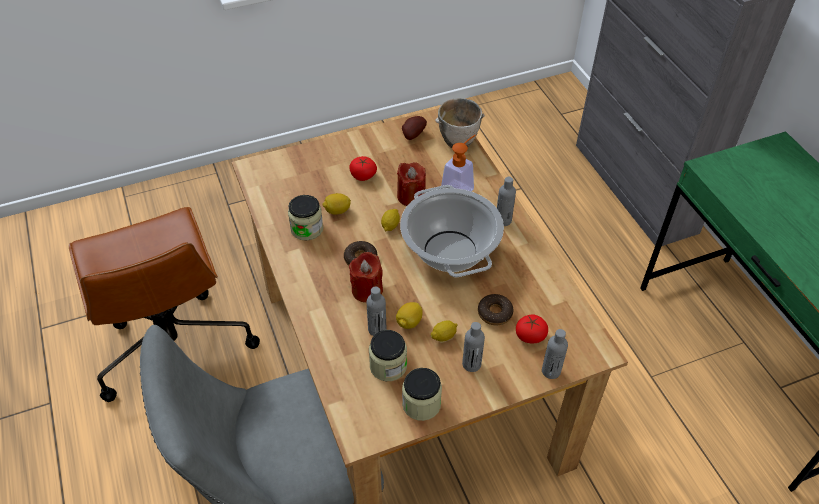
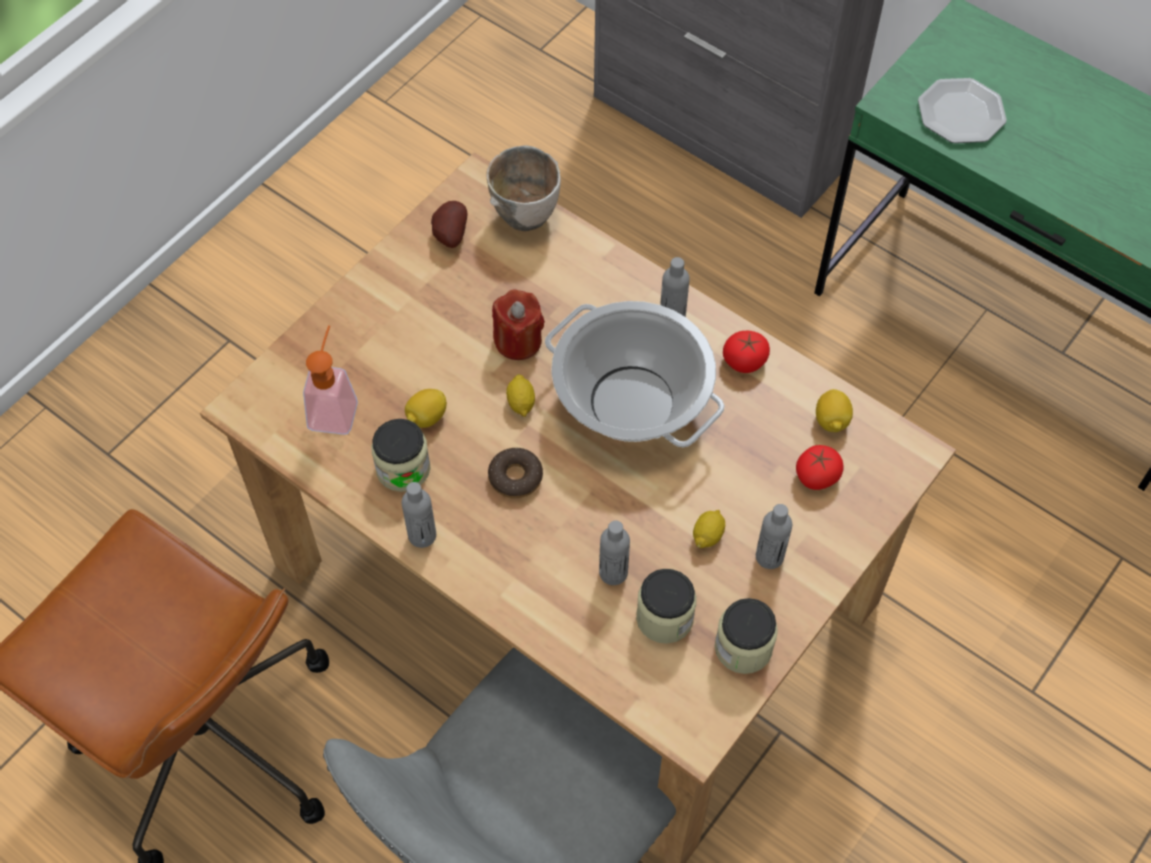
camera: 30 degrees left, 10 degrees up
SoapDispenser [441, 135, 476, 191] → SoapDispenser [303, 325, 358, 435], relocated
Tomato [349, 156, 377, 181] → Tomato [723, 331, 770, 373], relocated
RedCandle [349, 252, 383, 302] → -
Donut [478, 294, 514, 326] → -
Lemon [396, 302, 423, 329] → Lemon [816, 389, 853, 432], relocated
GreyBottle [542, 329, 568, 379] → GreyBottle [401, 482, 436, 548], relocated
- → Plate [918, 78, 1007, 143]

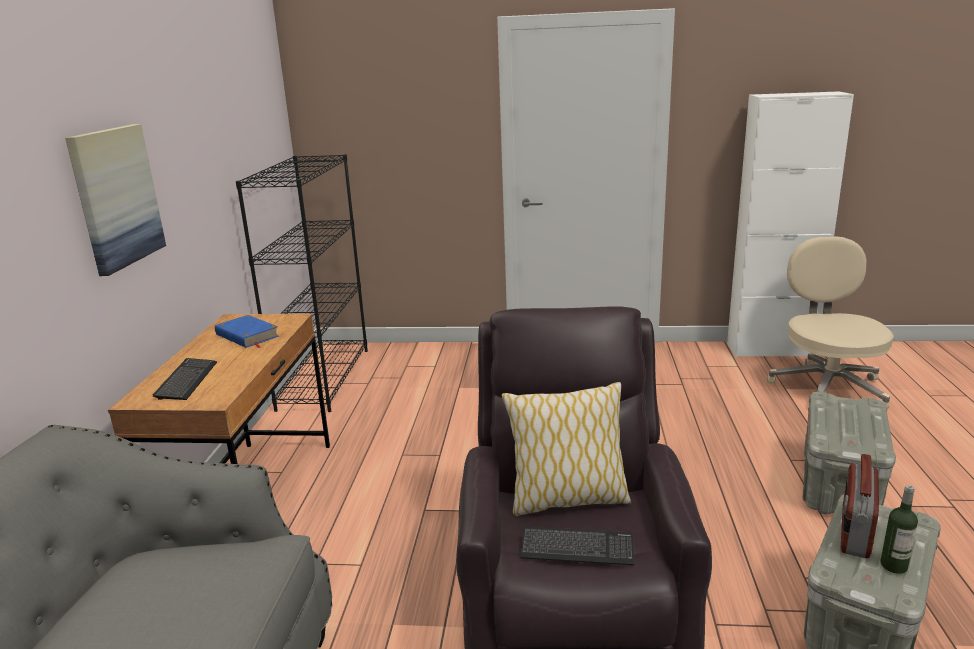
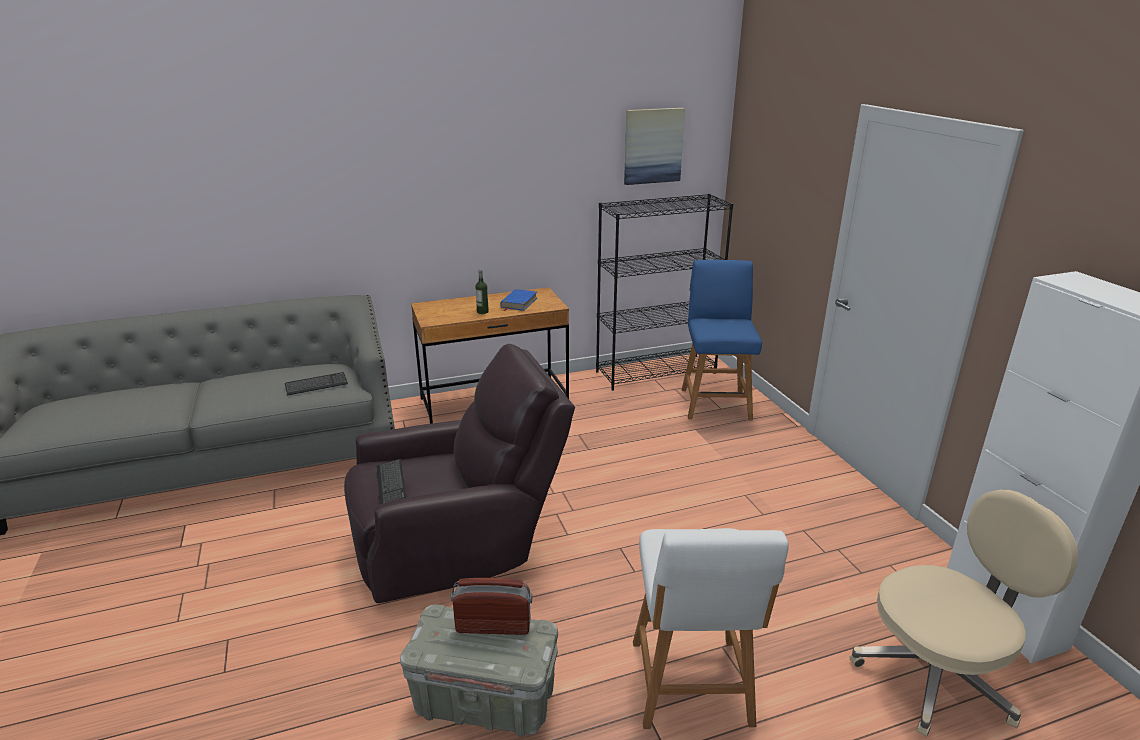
camera: 65 degrees right, 5 degrees up
Picture [65, 124, 166, 276] → Picture [624, 108, 685, 185], relocated
Keyboard [153, 358, 217, 400] → Keyboard [285, 372, 348, 395], relocated
Pillow [502, 382, 631, 516] → -
GreyStorageBox [802, 392, 896, 515] → WhiteChair [633, 528, 789, 729]
Bottle [880, 485, 918, 574] → Bottle [475, 269, 489, 314], relocated
- → BlueChair [682, 260, 762, 420]

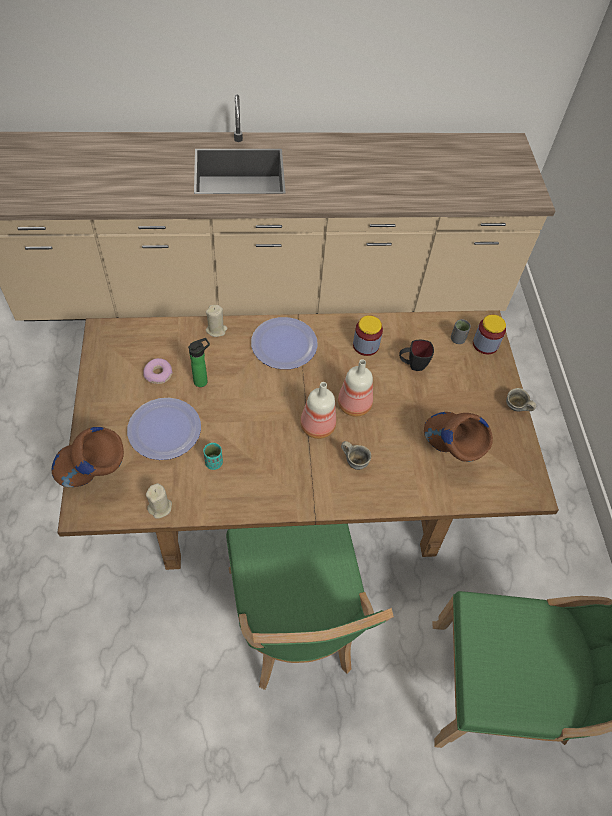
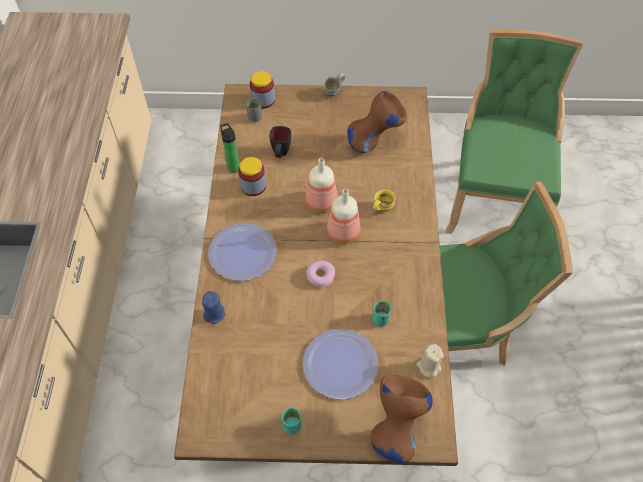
camera: 80 degrees left, 0 degrees up
BeigeCandle [206, 305, 227, 337] → BlueCandle [202, 291, 225, 324]
Bottle [188, 338, 210, 387] → Bottle [220, 123, 240, 173], relocated
Donut [143, 358, 173, 384] → Donut [306, 260, 335, 287], relocated
GreyMug [341, 441, 371, 470] → YellowMug [373, 190, 396, 211]
- → TurquoiseCup [282, 408, 301, 435]

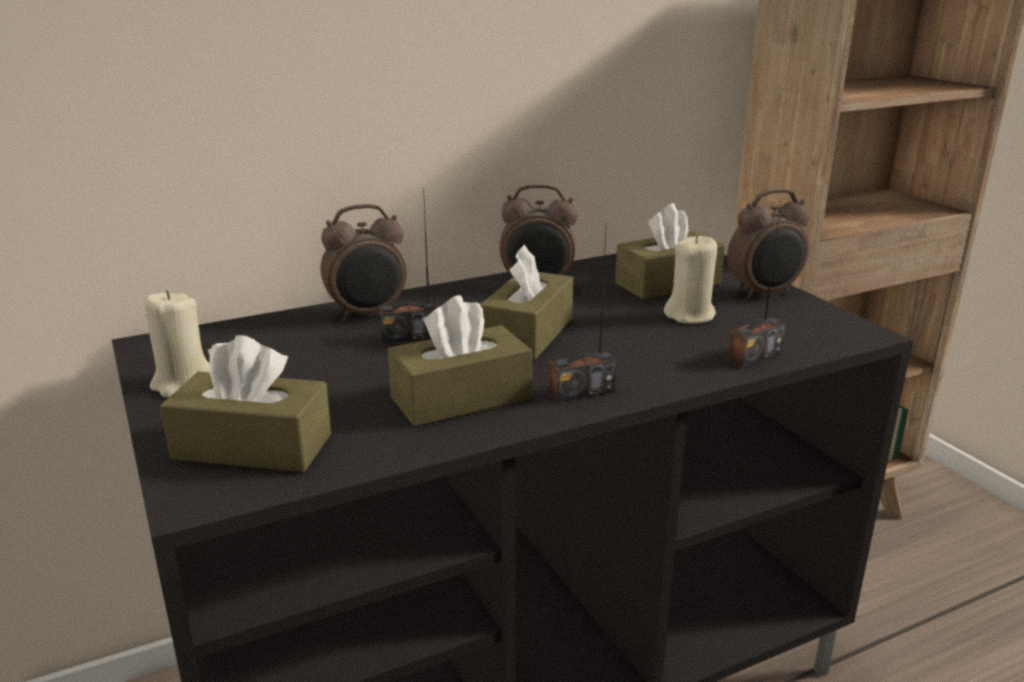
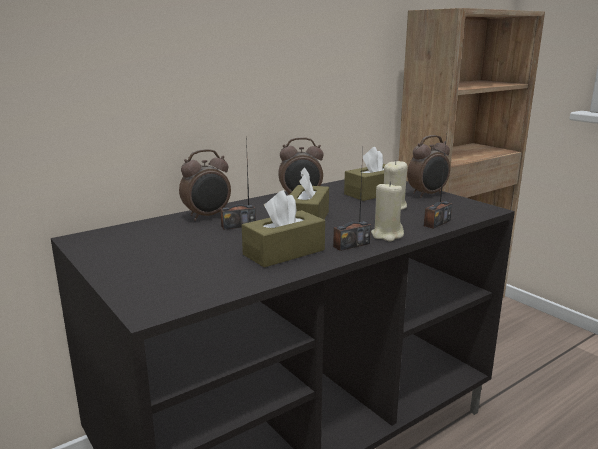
camera: 10 degrees left, 5 degrees down
BeigeCandle [144, 290, 209, 398] → BeigeCandle [371, 181, 404, 241], relocated
BrownTissueBox [160, 335, 331, 472] → -

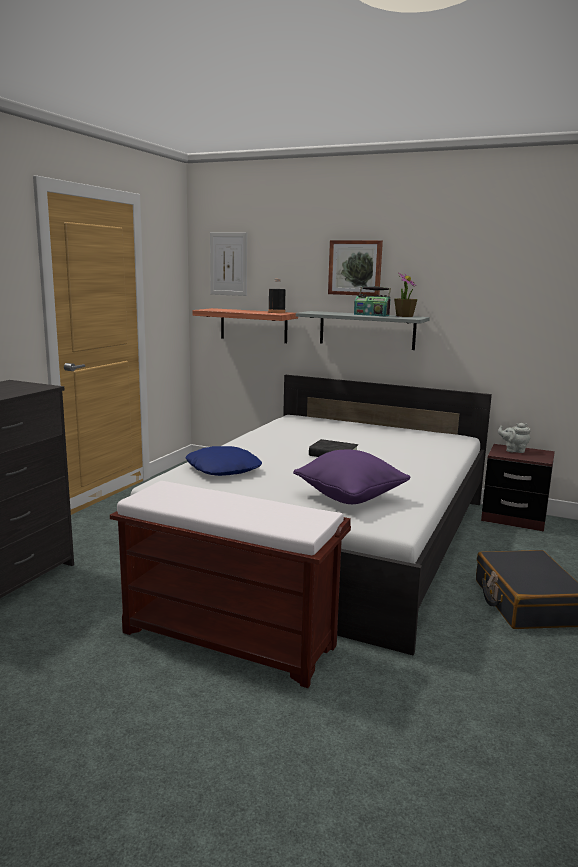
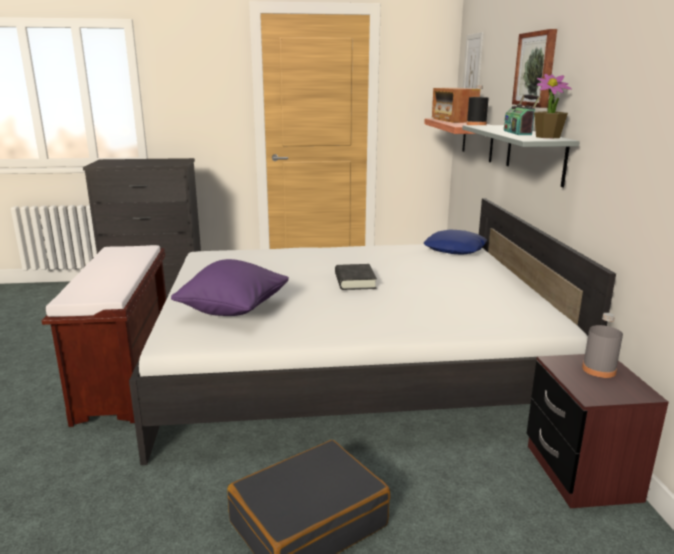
camera: 60 degrees right, 5 degrees up
GreyTeapot [498, 423, 531, 453] → GreyBottle [582, 313, 623, 378]
BluePillow [186, 446, 262, 476] → BluePillow [424, 230, 487, 255], relocated
- → Radio [432, 88, 480, 123]

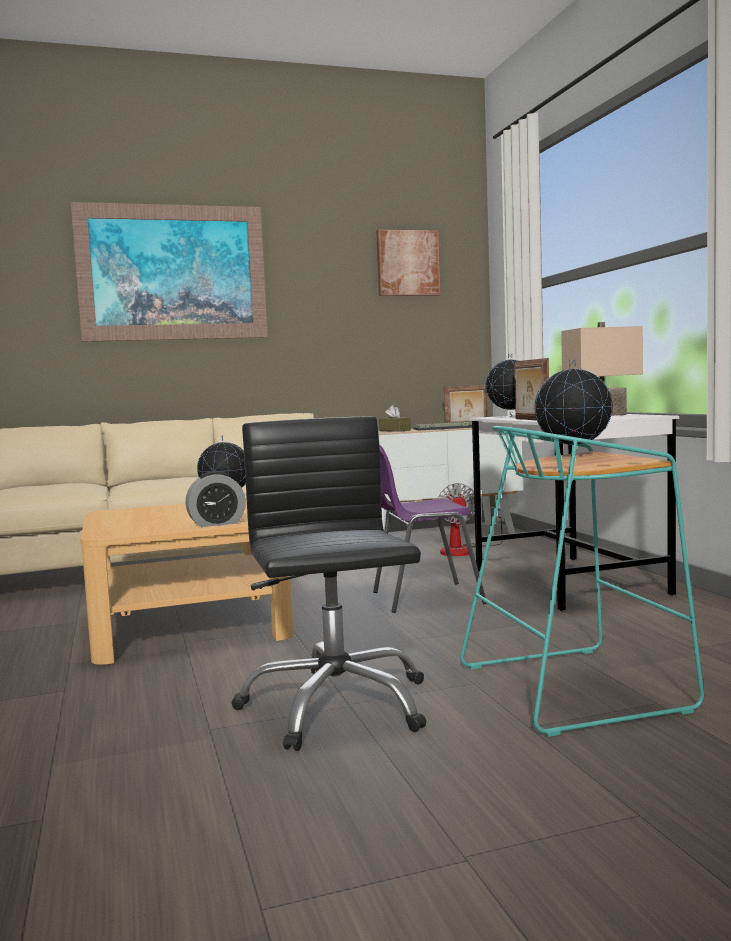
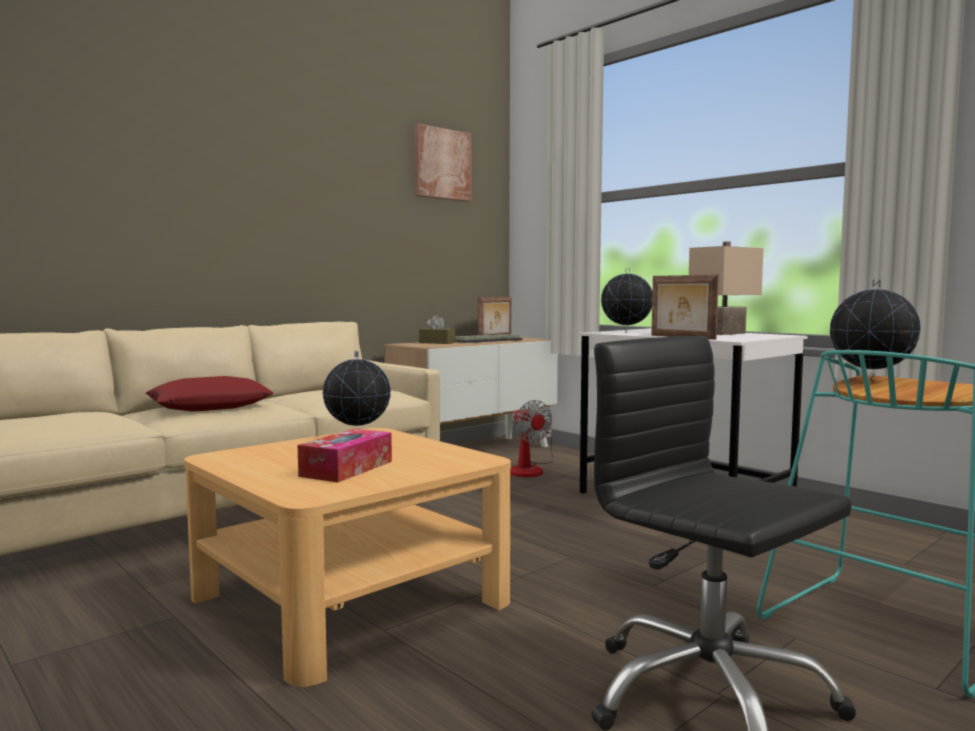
camera: 25 degrees left, 0 degrees up
Picture [71, 202, 268, 342] → -
PurpleChair [373, 445, 486, 613] → -
AlarmClock [185, 471, 246, 527] → -
- → RedPillow [146, 376, 274, 411]
- → TissueBox [298, 429, 392, 482]

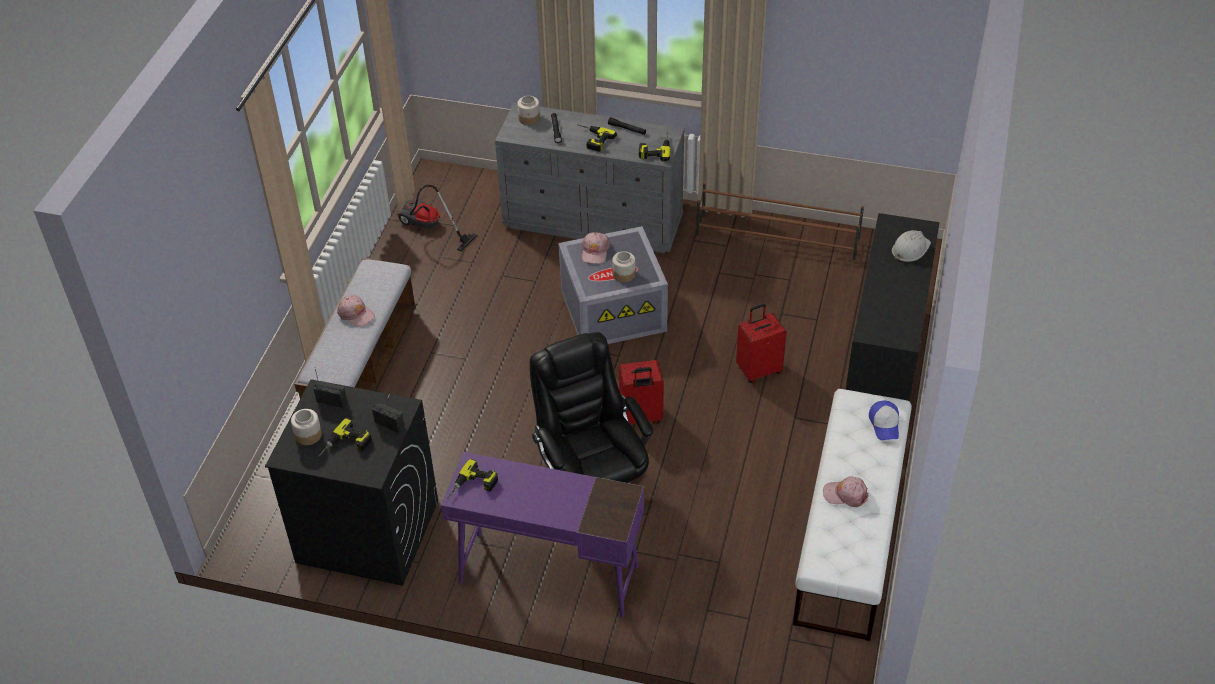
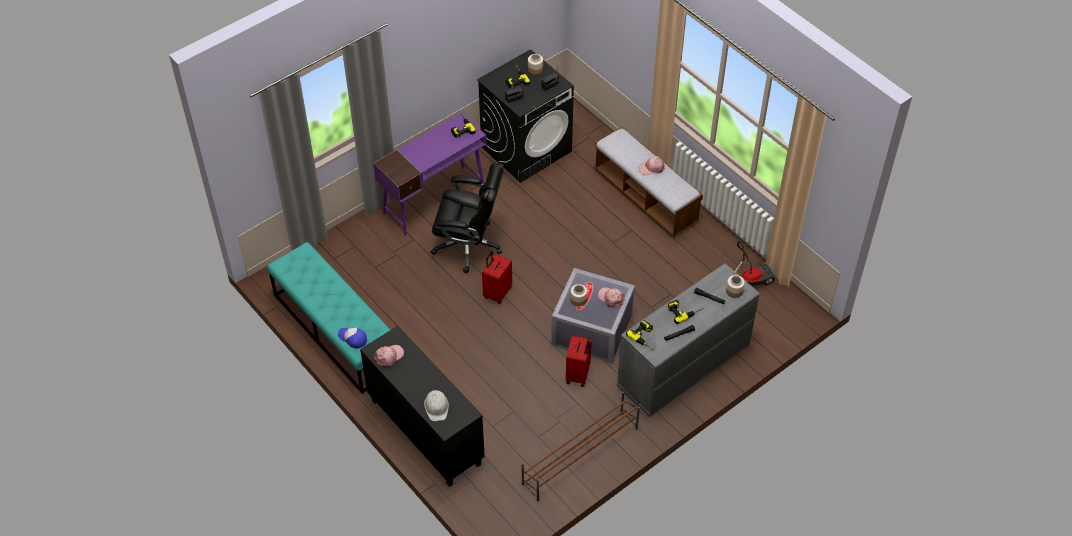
camera: 125 degrees right, 5 degrees up
RedSuitcase [736, 304, 786, 383] → RedSuitcase [566, 335, 592, 387], relocated
WhiteBench [793, 389, 912, 641] → TurquoiseBench [267, 242, 391, 394]
PinkCap [823, 477, 869, 507] → PinkCap [374, 345, 404, 366], relocated

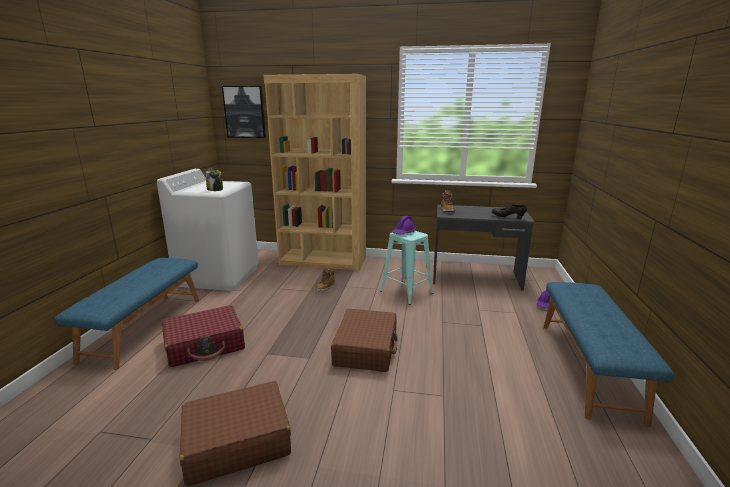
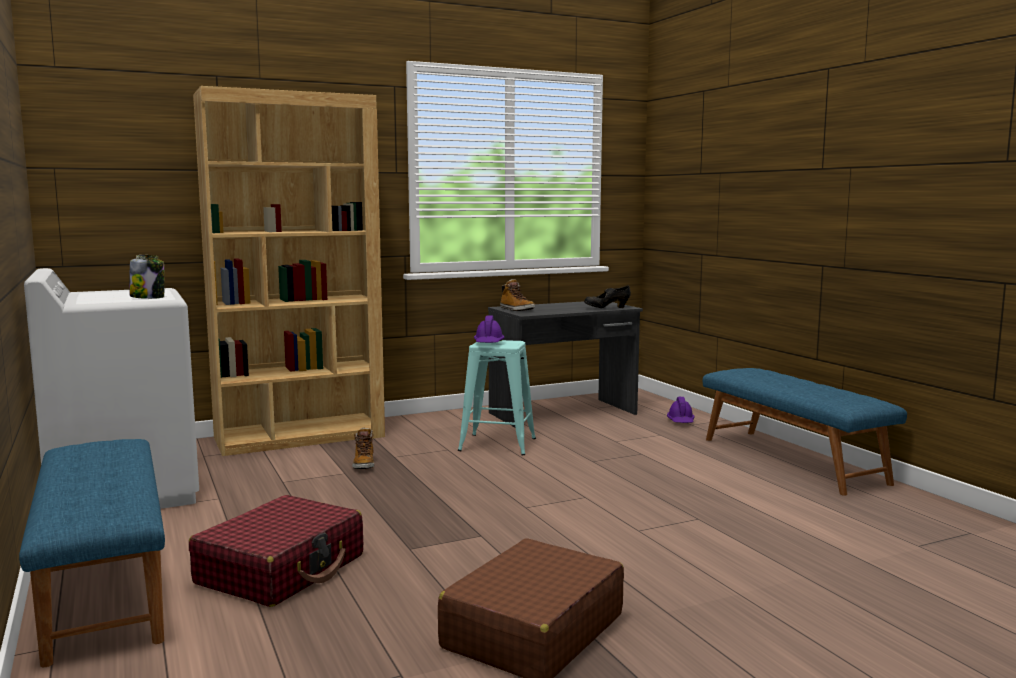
camera: 35 degrees left, 10 degrees down
Picture [222, 86, 266, 138] → -
BrownSuitcase [331, 309, 398, 372] → -

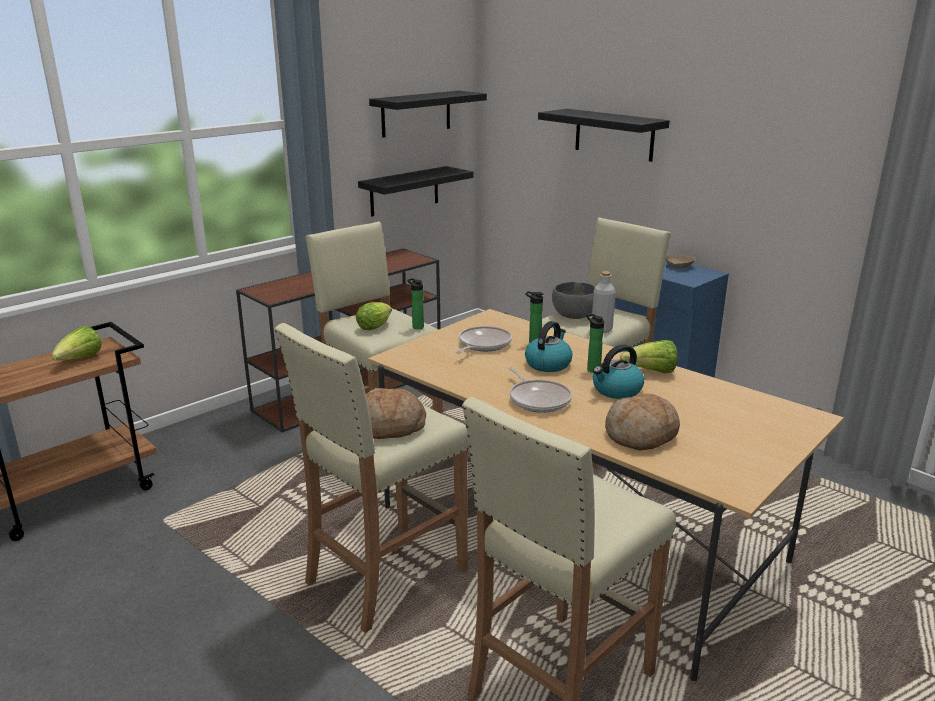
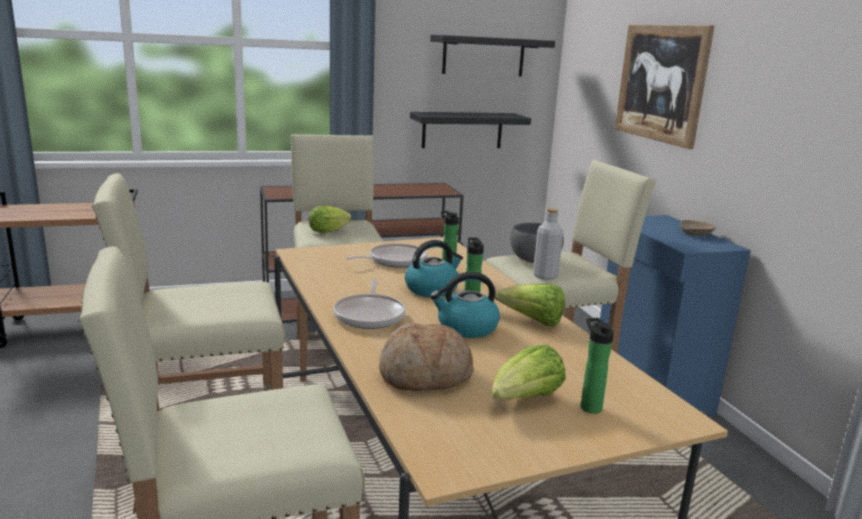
camera: 25 degrees right, 5 degrees down
BlackShelf [538, 109, 670, 162] → Picture [615, 25, 715, 149]
Bottle [408, 278, 424, 329] → Bottle [581, 318, 614, 414], relocated
Lettuce [52, 326, 102, 361] → Lettuce [491, 344, 566, 399], relocated
Bread [366, 388, 426, 439] → -

